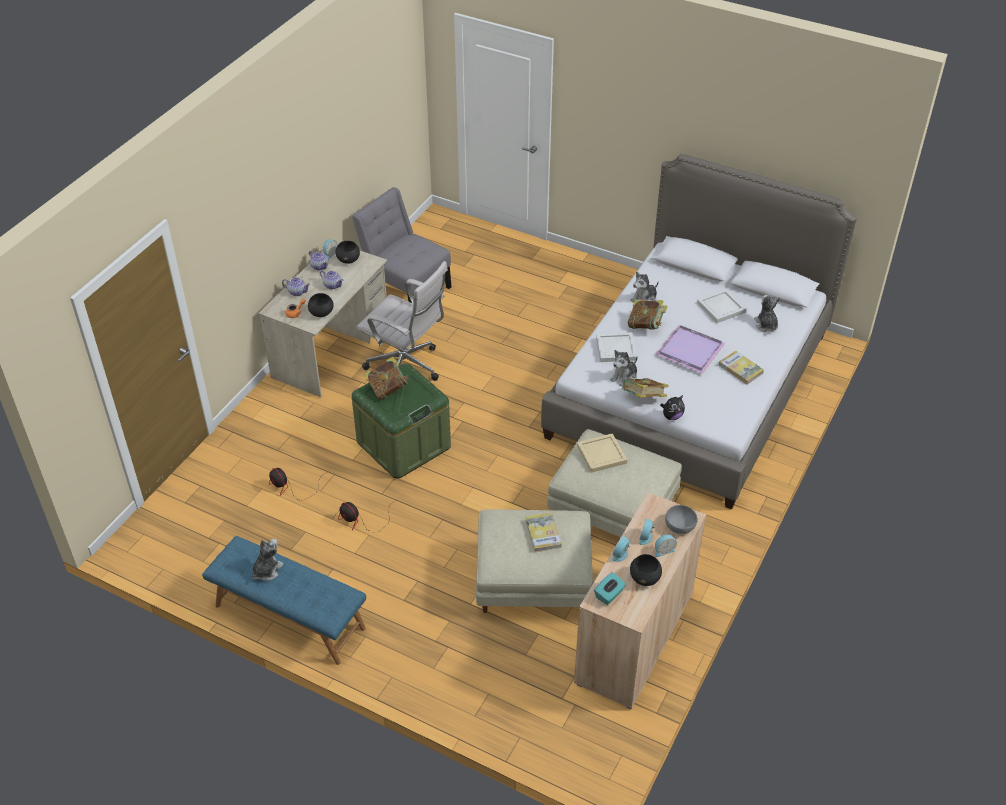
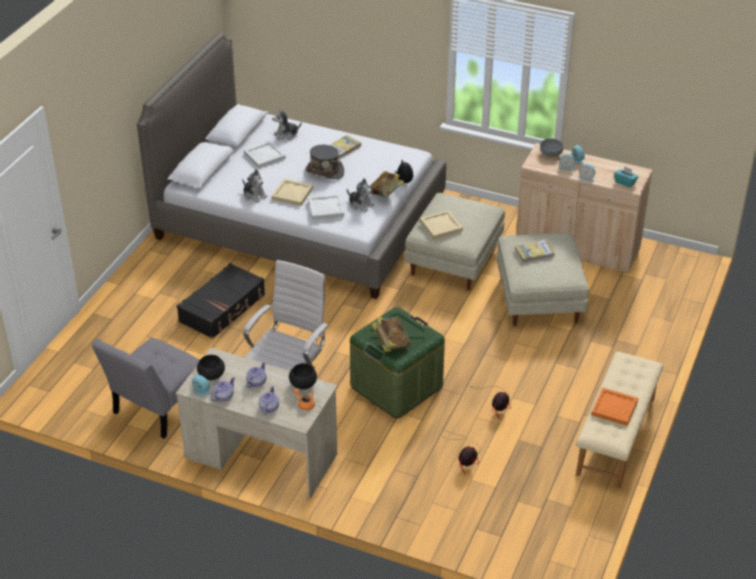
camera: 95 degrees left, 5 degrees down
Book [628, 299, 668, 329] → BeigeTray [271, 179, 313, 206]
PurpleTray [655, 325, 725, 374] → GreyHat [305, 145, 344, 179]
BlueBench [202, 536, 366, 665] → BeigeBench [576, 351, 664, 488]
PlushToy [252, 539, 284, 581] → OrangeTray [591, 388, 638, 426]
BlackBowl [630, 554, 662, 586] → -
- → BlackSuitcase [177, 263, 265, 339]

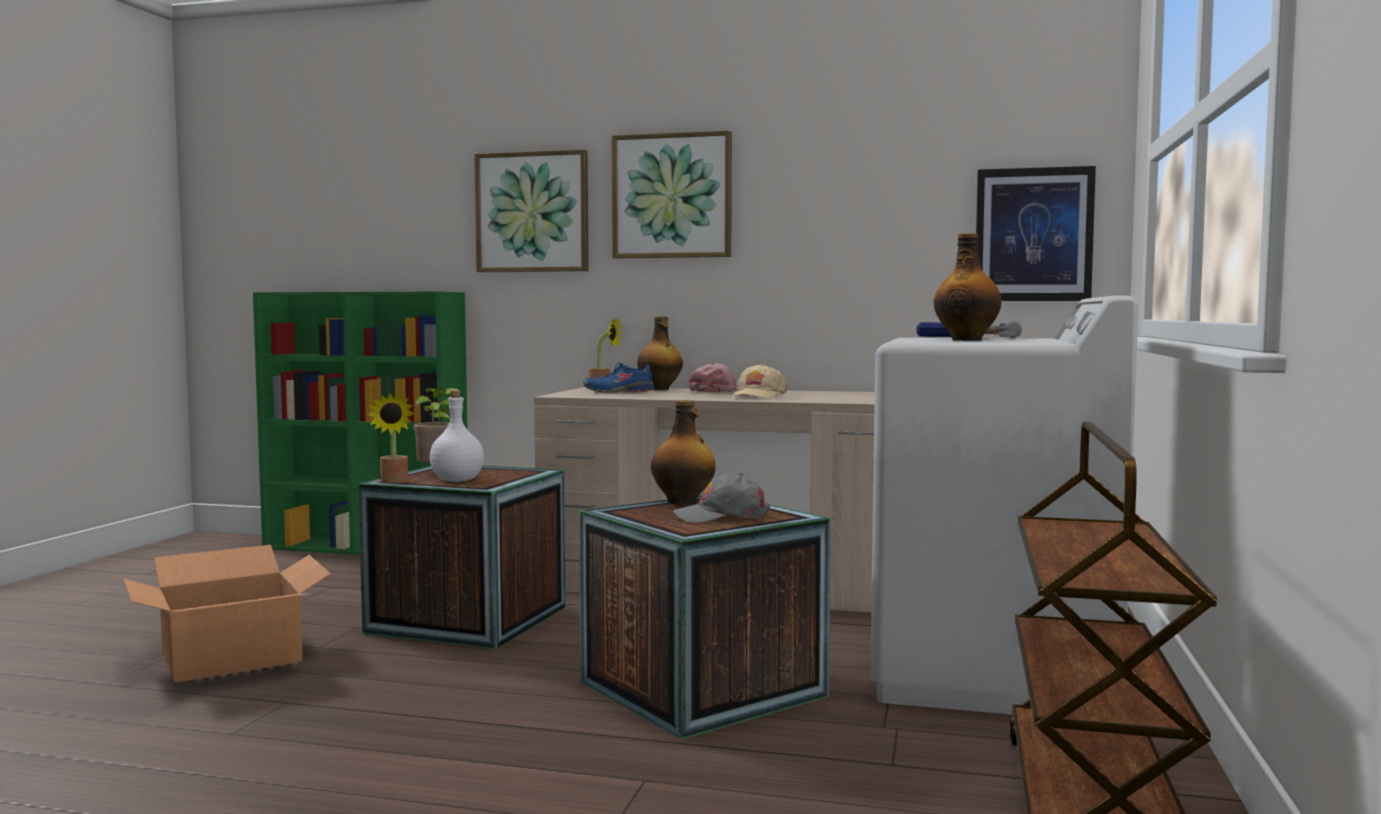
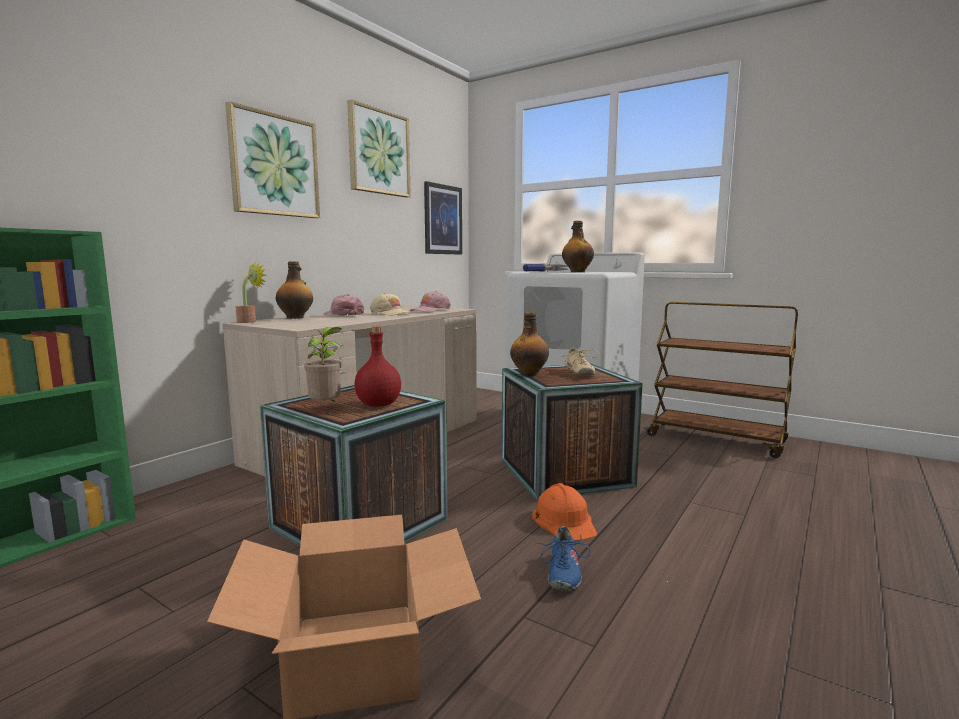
camera: 70 degrees left, 5 degrees up
Picture [474, 149, 589, 272] → Picture [347, 100, 411, 198], relocated
BlueShoe [583, 363, 654, 393] → BlueShoe [537, 526, 590, 591], relocated
WhiteBottle [430, 390, 484, 482] → RedBottle [354, 326, 401, 407]
PottedPlant [367, 393, 415, 483] → -
GreyCap [673, 473, 770, 523] → BeigeShoe [558, 347, 599, 376]
- → PinkCap [410, 291, 451, 313]
- → OrangeHardHat [532, 483, 597, 541]

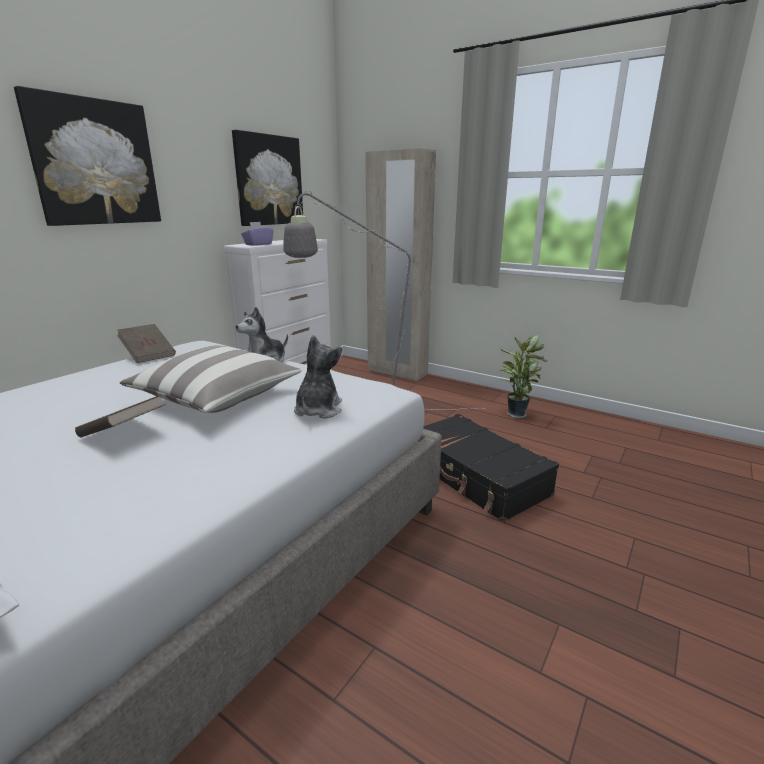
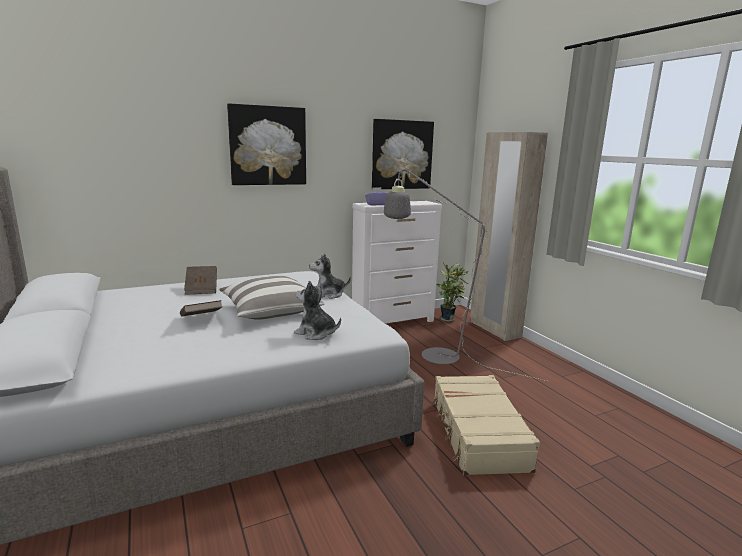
camera: 30 degrees right, 5 degrees down
BrownBook [117, 324, 176, 363] → BrownBook [184, 266, 217, 295], relocated
PlushToy [294, 335, 342, 419] → PlushToy [294, 281, 341, 340], 105 degrees counterclockwise
PottedPlant [500, 335, 546, 418] → PottedPlant [436, 262, 468, 322], relocated
BlackSuitcase [423, 414, 559, 522] → BeigeSuitcase [432, 375, 540, 475]

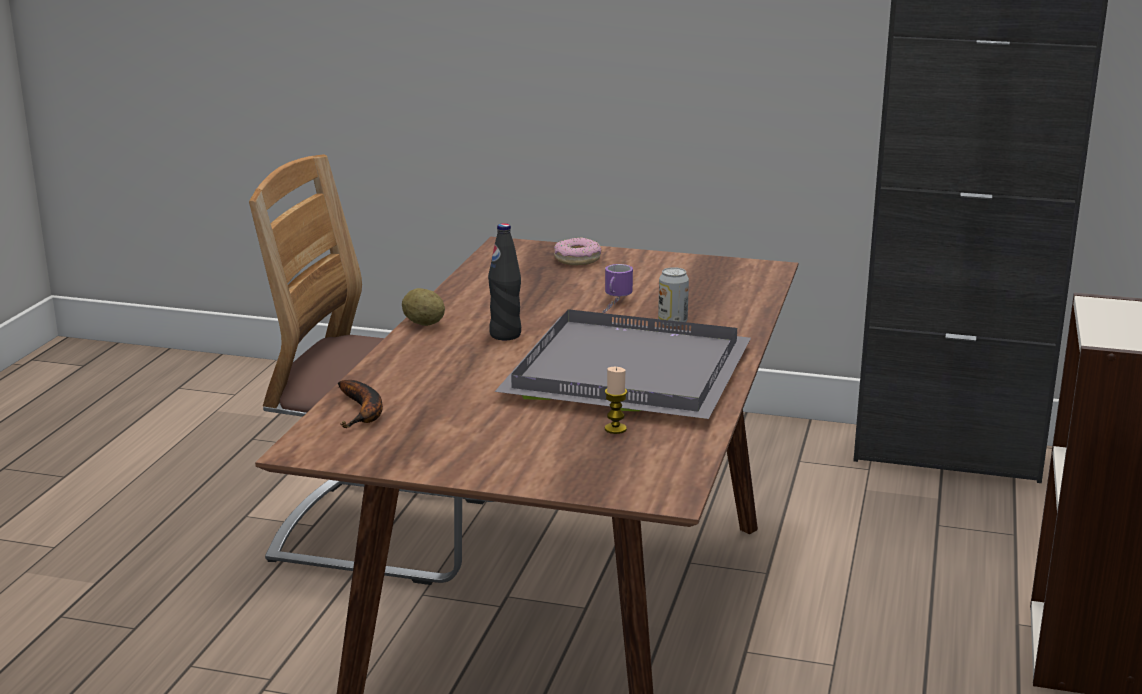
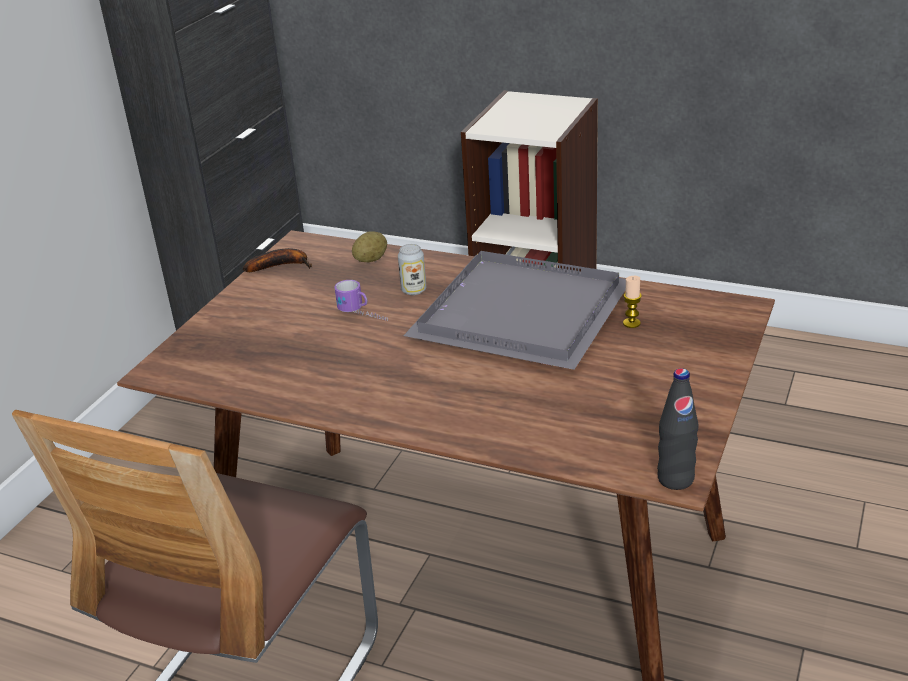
camera: 80 degrees left, 10 degrees up
BlackBottle [488, 223, 521, 340] → BlackBottle [657, 368, 699, 490], relocated
Donut [554, 237, 601, 265] → -
Potato [402, 288, 445, 326] → Potato [352, 231, 387, 262], relocated
Banana [338, 380, 383, 428] → Banana [243, 248, 312, 272], relocated

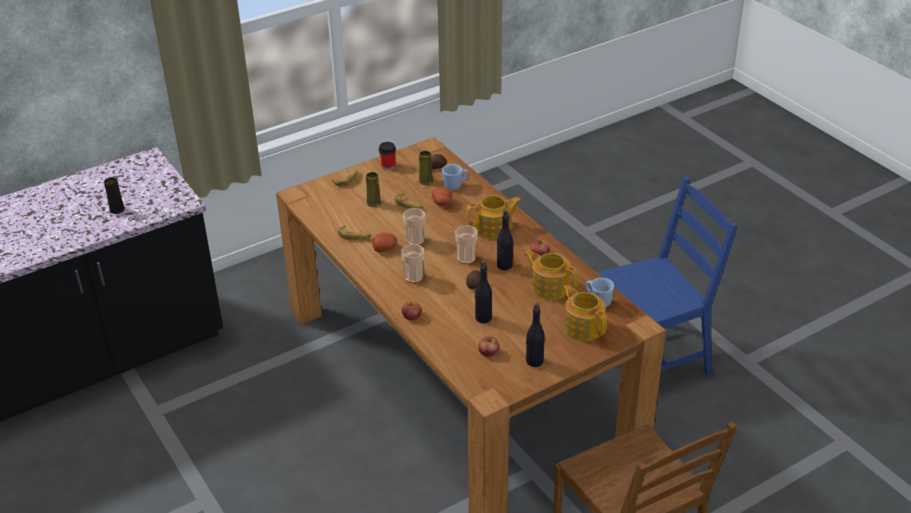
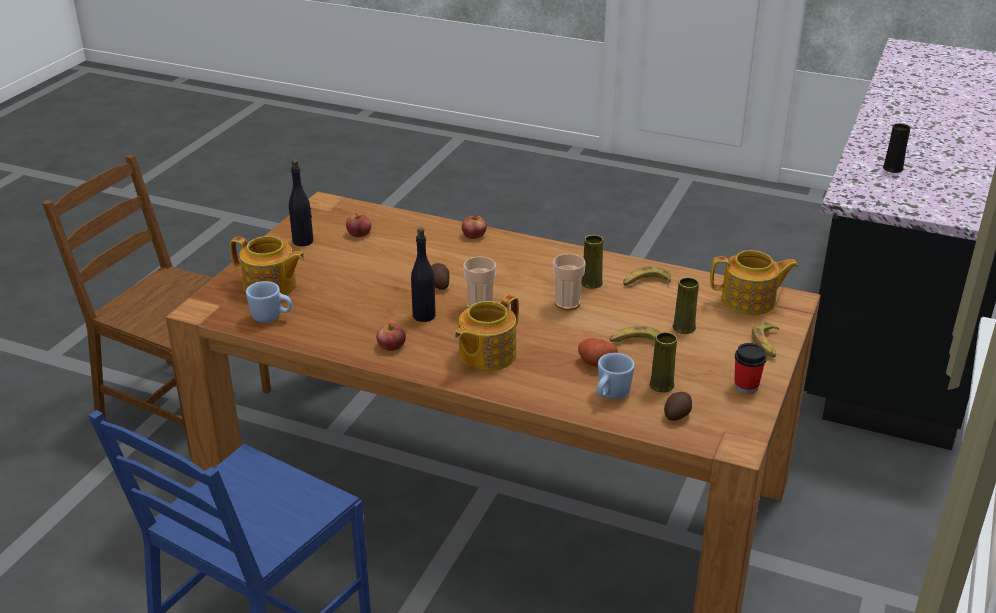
camera: 145 degrees right, 5 degrees down
Potato [372, 232, 397, 252] → YellowVase [581, 235, 603, 289]
Cup [401, 244, 424, 283] → -
Teapot [525, 250, 578, 300] → Teapot [710, 250, 799, 315], relocated
BlackBottle [475, 260, 492, 323] → -

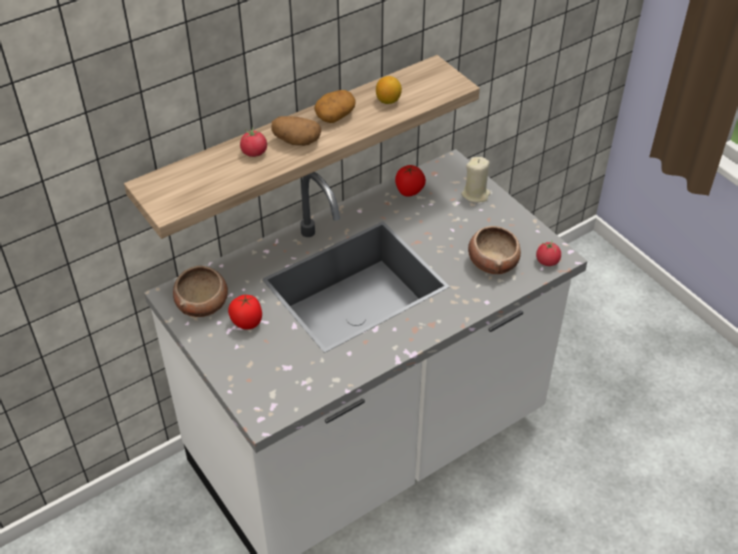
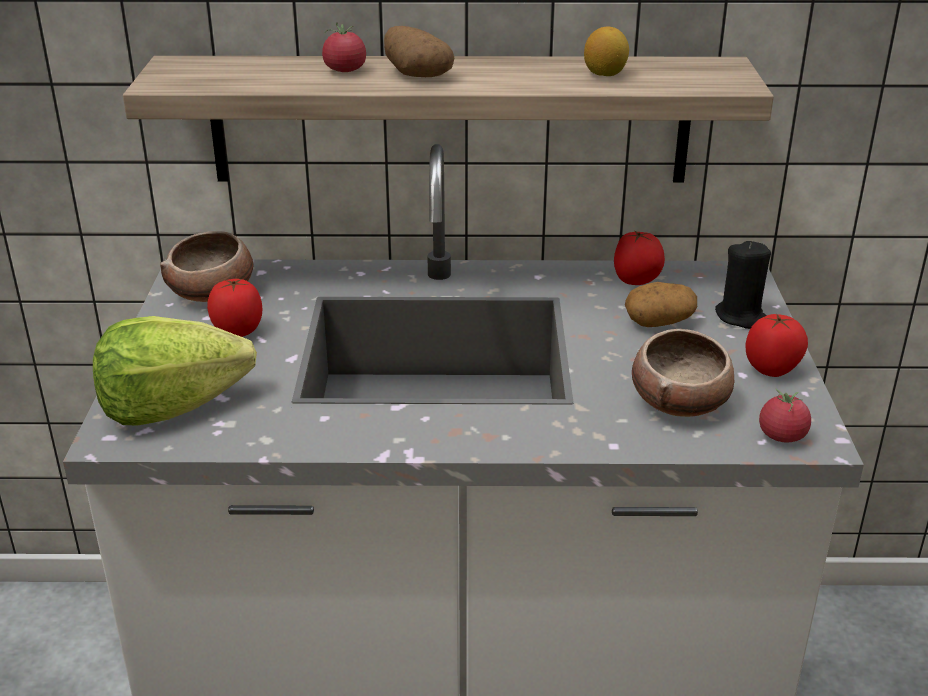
camera: 35 degrees right, 15 degrees down
Potato [314, 90, 356, 123] → Potato [625, 282, 697, 327], relocated
BeigeCandle [461, 157, 491, 203] → BlackCandle [715, 241, 771, 329]
- → Tomato [746, 313, 808, 377]
- → Lettuce [93, 316, 257, 425]

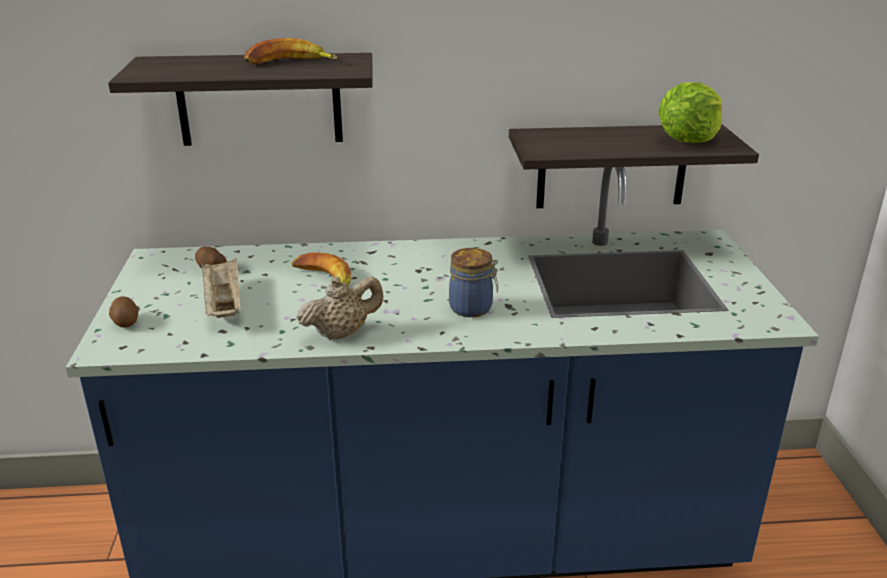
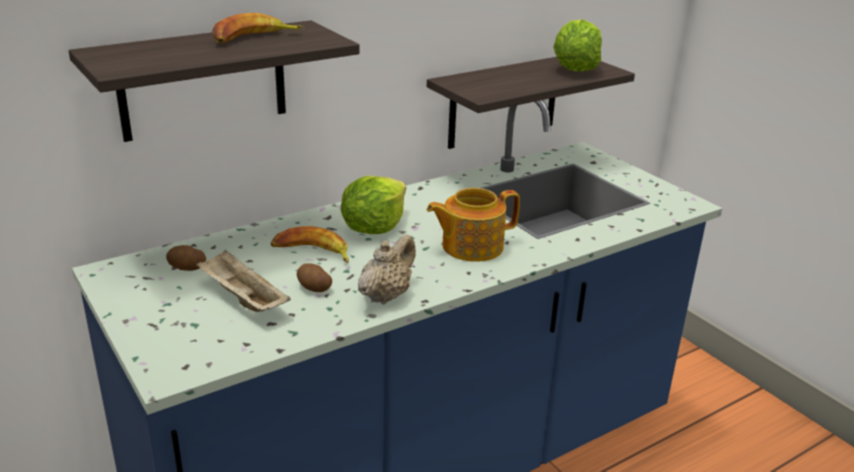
camera: 30 degrees left, 0 degrees up
Jar [449, 248, 498, 317] → Teapot [427, 188, 520, 262]
Potato [109, 296, 138, 328] → Potato [297, 263, 332, 292], relocated
- → Lettuce [341, 176, 406, 234]

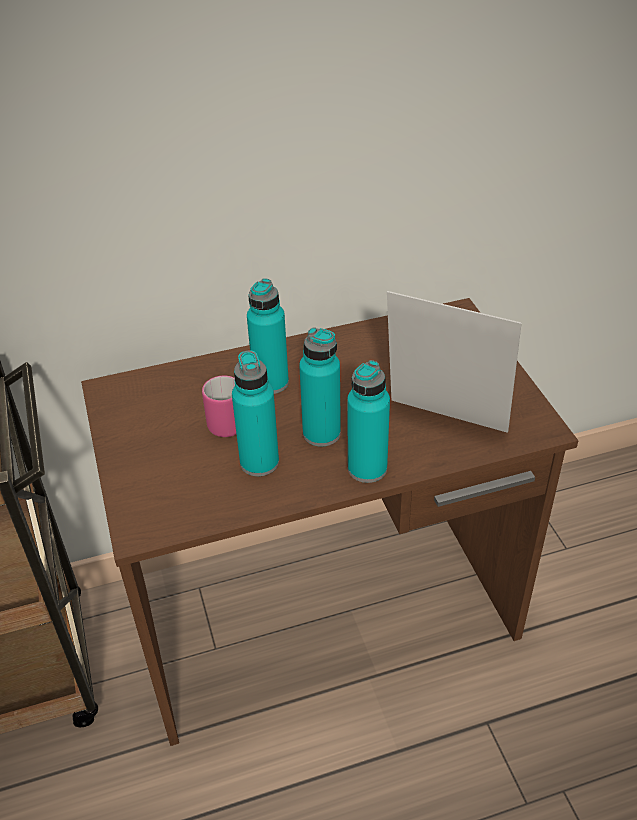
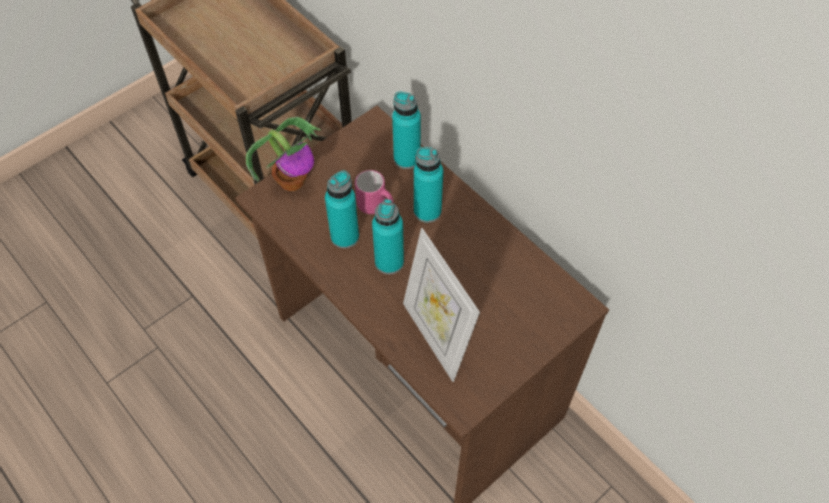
camera: 65 degrees right, 15 degrees up
PictureFrame [387, 291, 522, 433] → PictureFrame [403, 228, 480, 382], 150 degrees clockwise
TurquoiseBottle [348, 360, 390, 483] → TurquoiseBottle [392, 91, 421, 169], relocated
- → PottedPlant [246, 117, 321, 191]

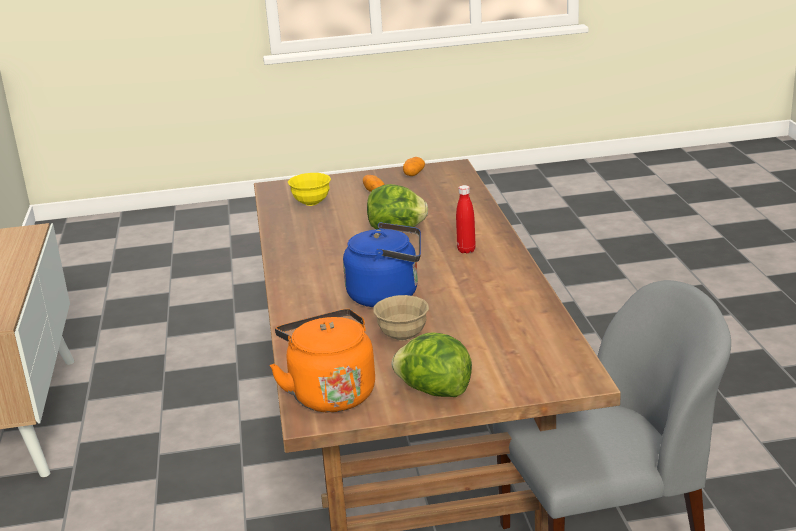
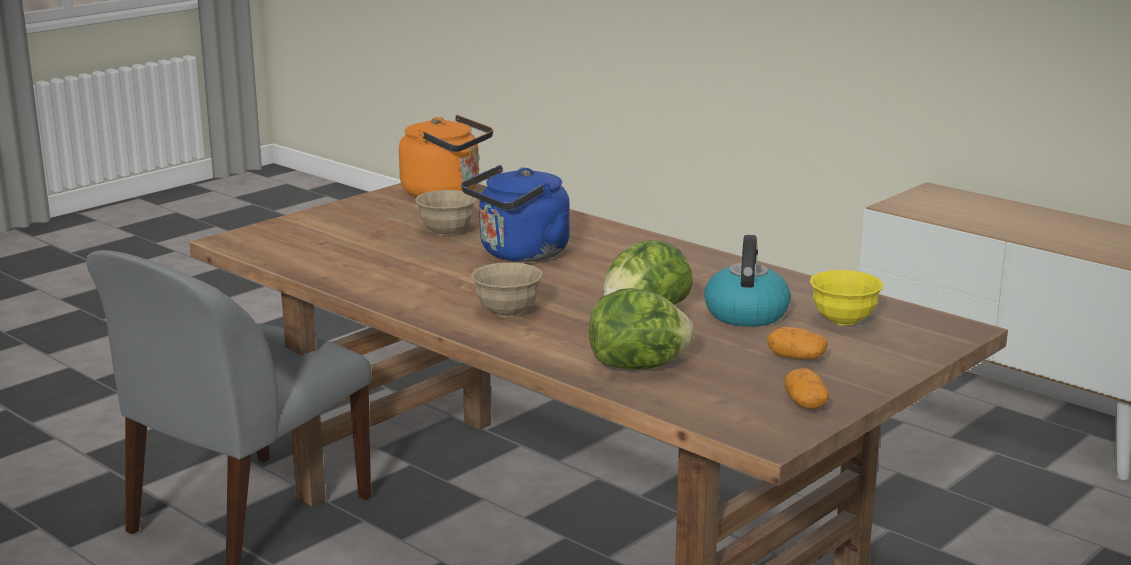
camera: 140 degrees right, 5 degrees down
RedBottle [456, 185, 476, 254] → BeigeBowl [472, 262, 542, 317]
Lettuce [392, 332, 472, 397] → Lettuce [589, 288, 694, 369], relocated
- → Kettle [704, 235, 791, 327]

